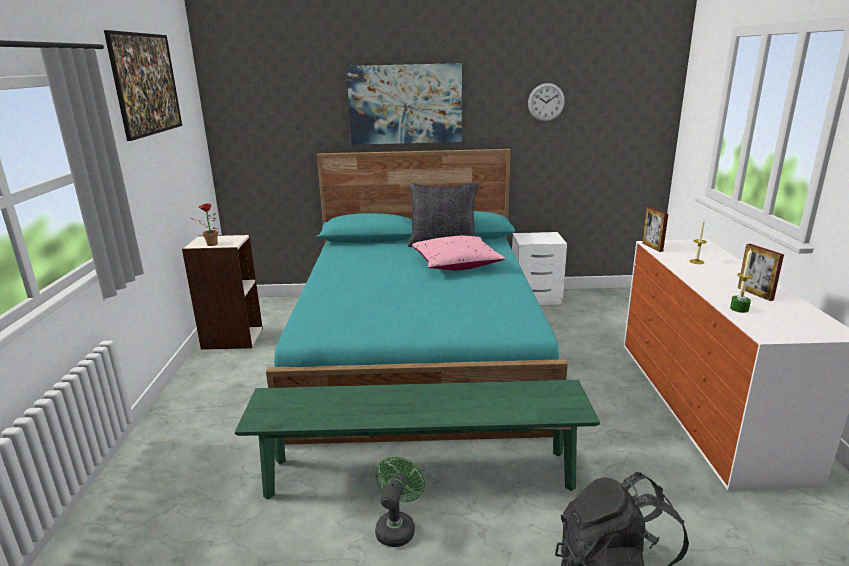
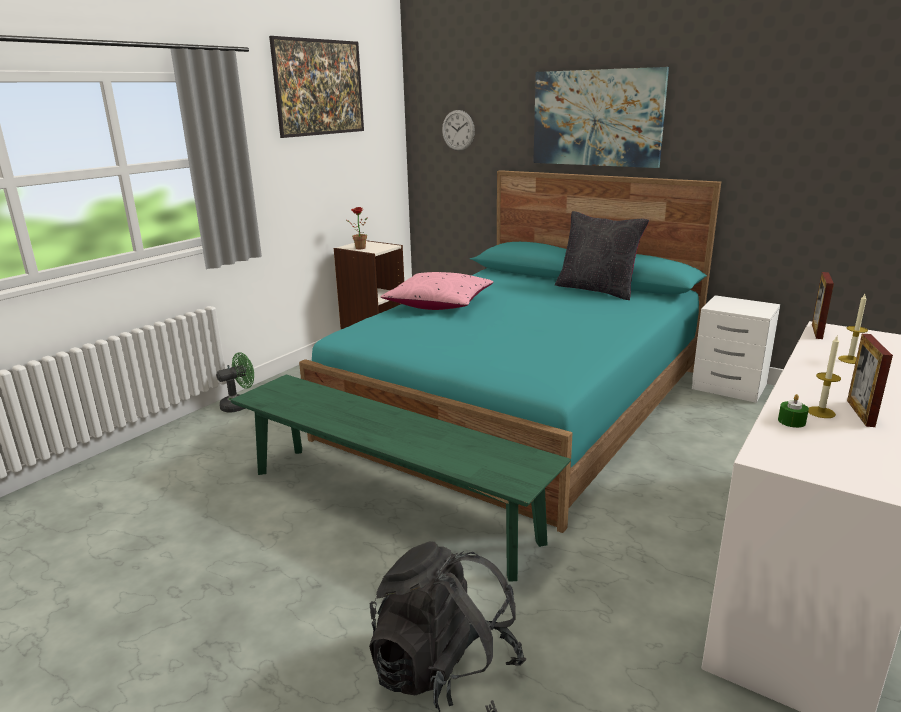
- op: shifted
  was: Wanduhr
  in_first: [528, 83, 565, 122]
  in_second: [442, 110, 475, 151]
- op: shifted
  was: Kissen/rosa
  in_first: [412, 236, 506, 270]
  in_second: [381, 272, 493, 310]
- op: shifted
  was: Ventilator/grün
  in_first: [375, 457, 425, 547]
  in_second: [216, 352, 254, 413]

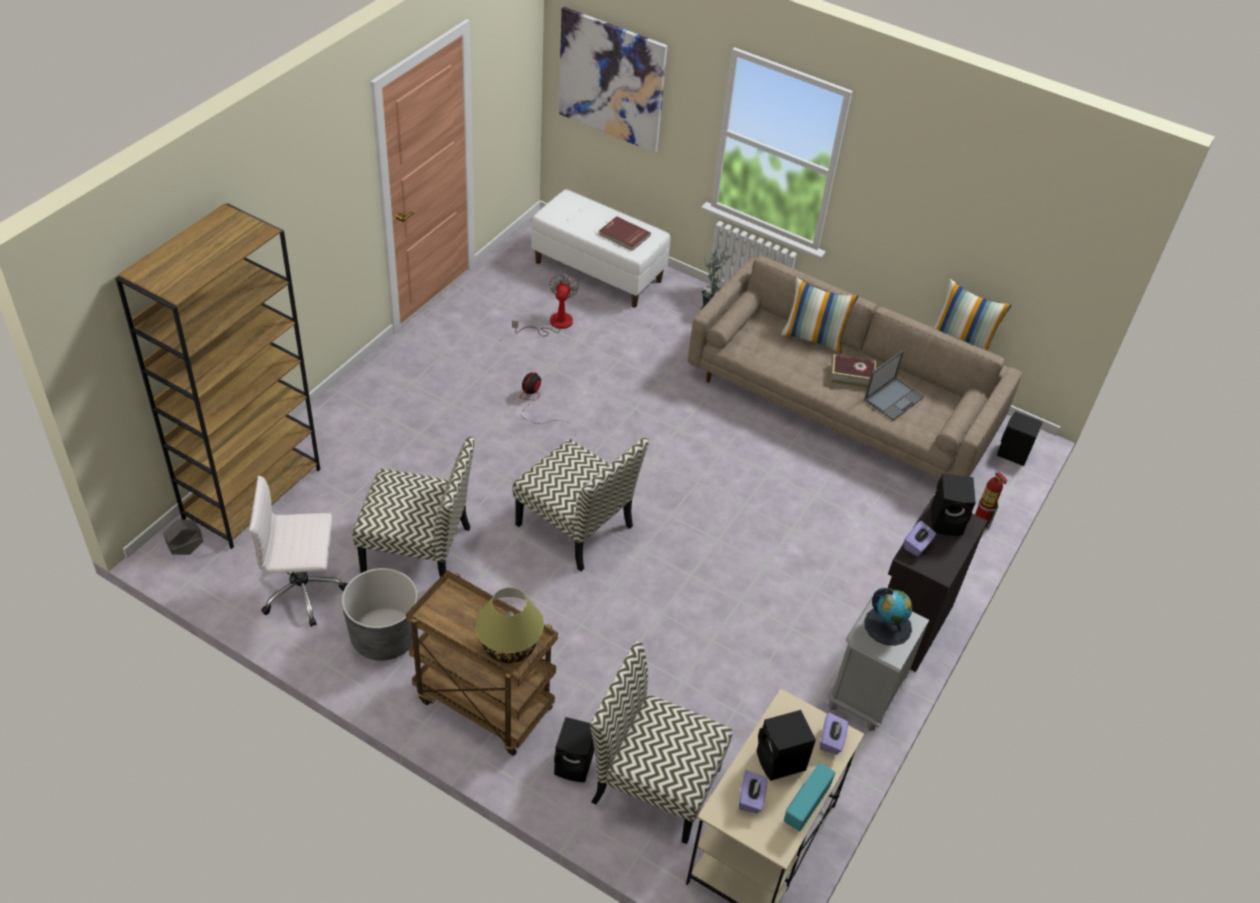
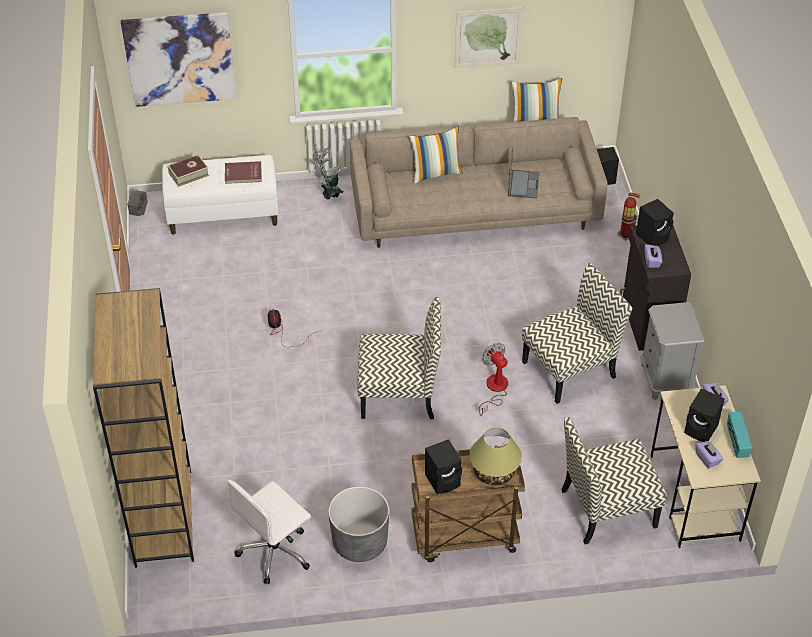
- op: shifted
  was: Ventilator
  in_first: [512, 274, 579, 336]
  in_second: [479, 343, 508, 416]
- op: shifted
  was: Buch
  in_first: [830, 354, 876, 388]
  in_second: [168, 155, 209, 187]
- op: shifted
  was: Stuhl
  in_first: [352, 436, 474, 577]
  in_second: [522, 263, 632, 404]
- op: shifted
  was: Pflanzkübel/grau
  in_first: [163, 520, 203, 555]
  in_second: [127, 190, 148, 216]
- op: gone
  was: Globus
  in_first: [864, 588, 913, 646]
- op: shifted
  was: Lautsprecher/schwarz
  in_first: [554, 717, 594, 782]
  in_second: [425, 439, 462, 494]
- op: new
  now: Bild
  in_second: [455, 7, 524, 68]

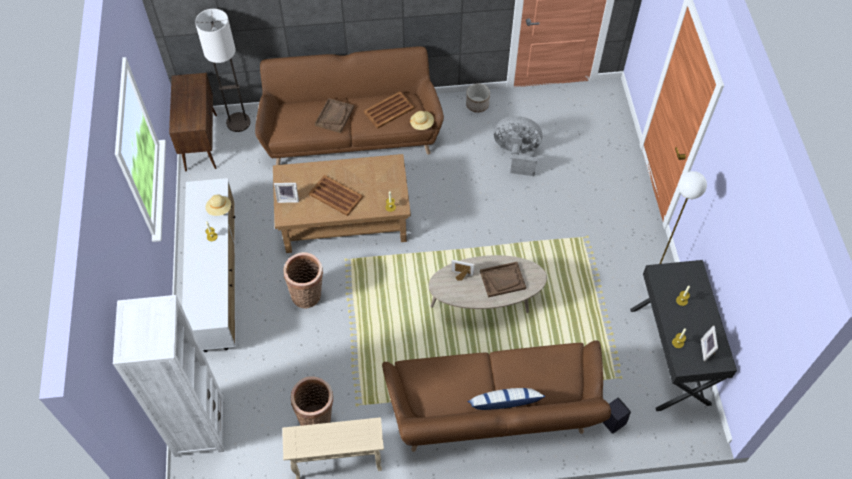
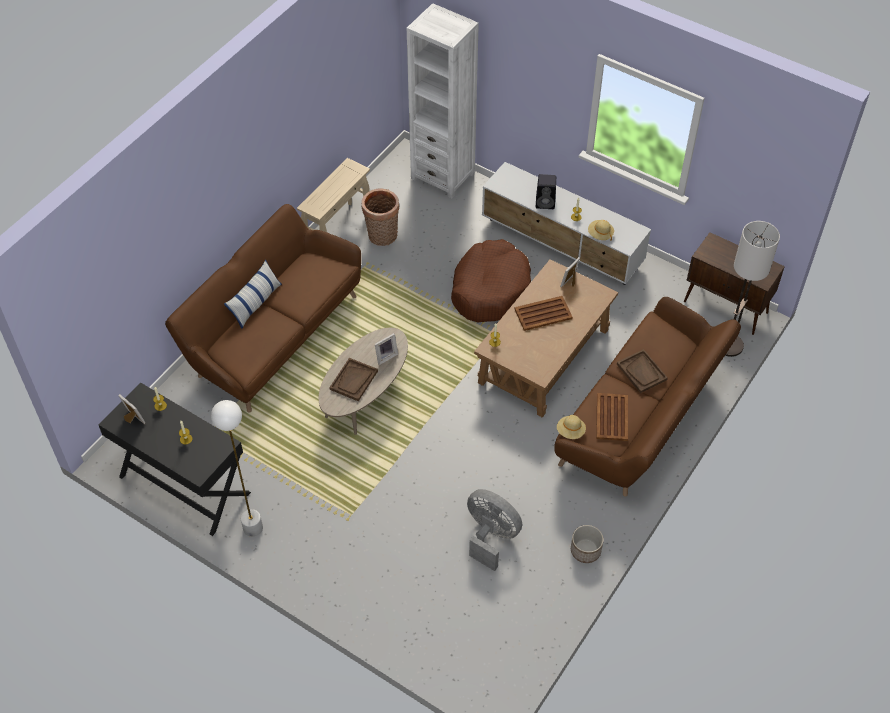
- op: rotated
  was: Ventilator/grau
  in_first: [494, 116, 542, 176]
  in_second: [467, 489, 522, 571]
  clockwise: -105
- op: swapped
  was: Korb
  now: Hundebett/braun
  in_first: [283, 252, 323, 308]
  in_second: [451, 239, 531, 322]
- op: shifted
  was: Lautsprecher/schwarz
  in_first: [602, 398, 631, 434]
  in_second: [536, 174, 556, 209]

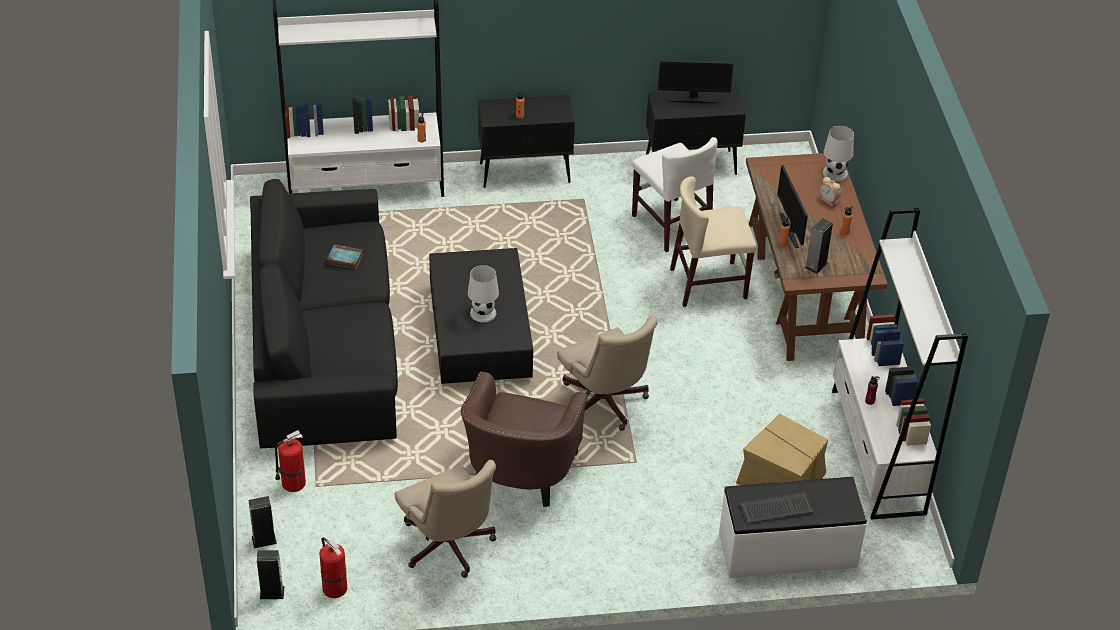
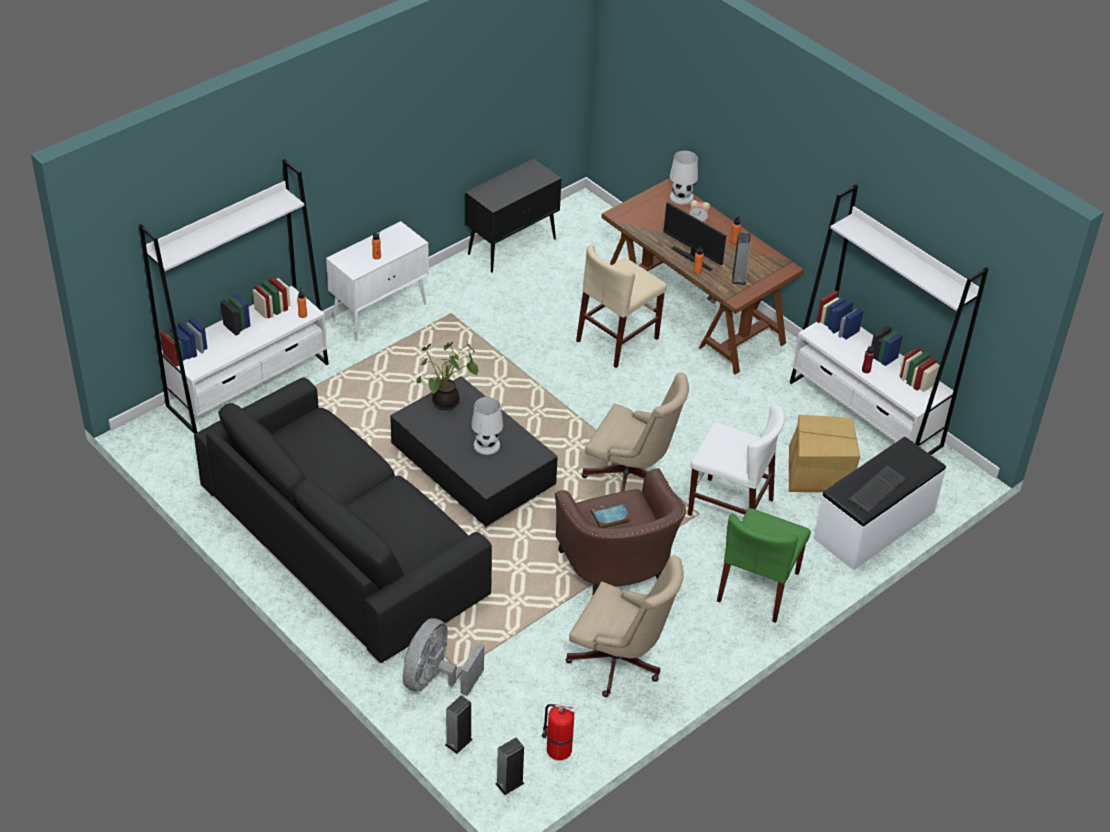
- op: gone
  was: Monitor
  in_first: [658, 60, 733, 103]
- op: repainted
  was: Schrank/schwarz
  now: Schrank/weiß
  in_first: [478, 95, 575, 188]
  in_second: [326, 221, 429, 341]
- op: shifted
  was: Stuhl/weiß
  in_first: [632, 137, 718, 252]
  in_second: [688, 404, 785, 516]
- op: shifted
  was: Buch
  in_first: [327, 244, 363, 269]
  in_second: [591, 501, 630, 528]
- op: swapped
  was: Feuerlöscher
  now: Ventilator/grau
  in_first: [275, 430, 306, 492]
  in_second: [403, 618, 484, 696]
- op: new
  now: Topfpflanze
  in_second: [416, 341, 479, 410]
- op: new
  now: Stuhl/grün
  in_second: [717, 508, 811, 623]

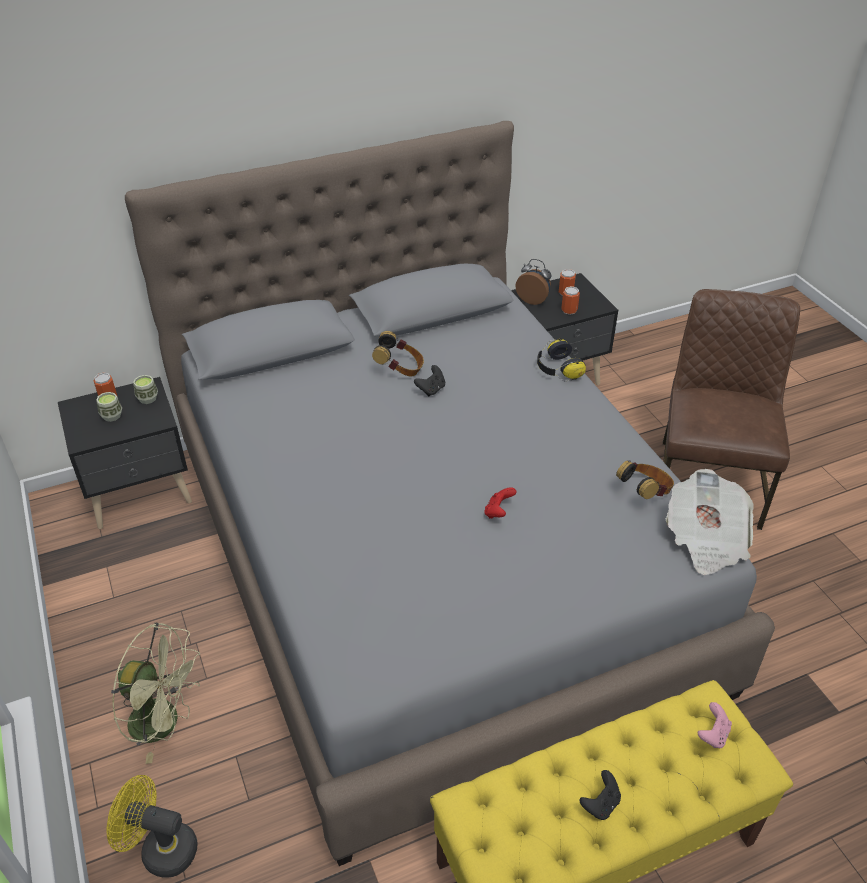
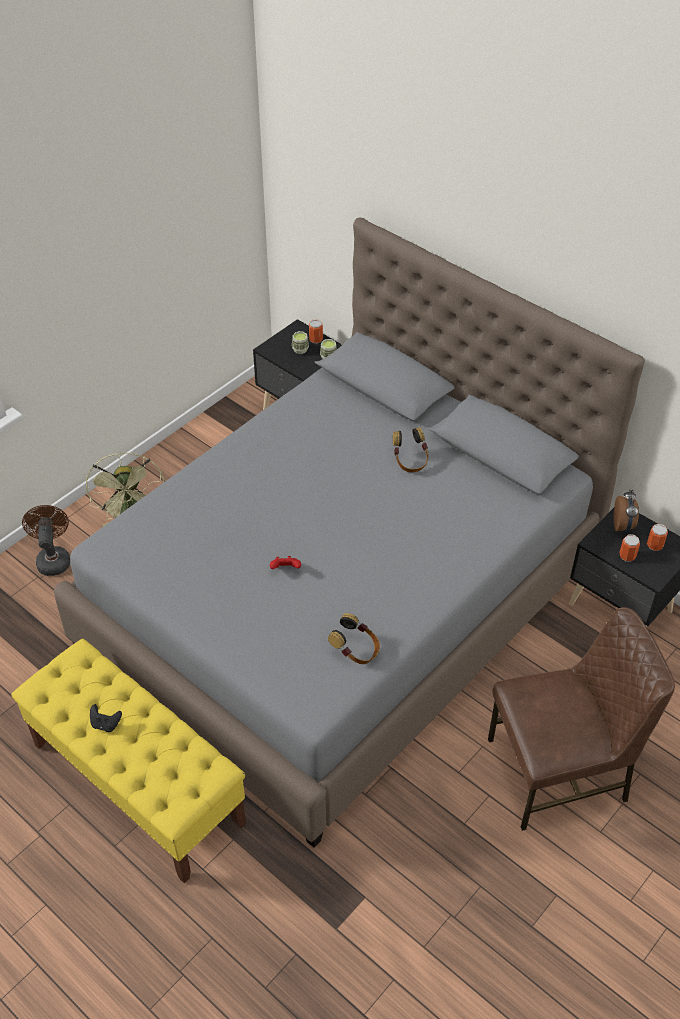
- op: gone
  was: Kopfhörer
  in_first: [537, 338, 586, 381]
- op: gone
  was: Gamepad/schwarz
  in_first: [414, 365, 445, 396]
- op: gone
  was: Zeitung
  in_first: [666, 469, 754, 575]
- op: gone
  was: Gamepad/rosa
  in_first: [698, 702, 732, 748]
- op: repainted
  was: Ventilator/gelb
  now: Ventilator/braun
  in_first: [106, 775, 197, 878]
  in_second: [22, 505, 70, 576]

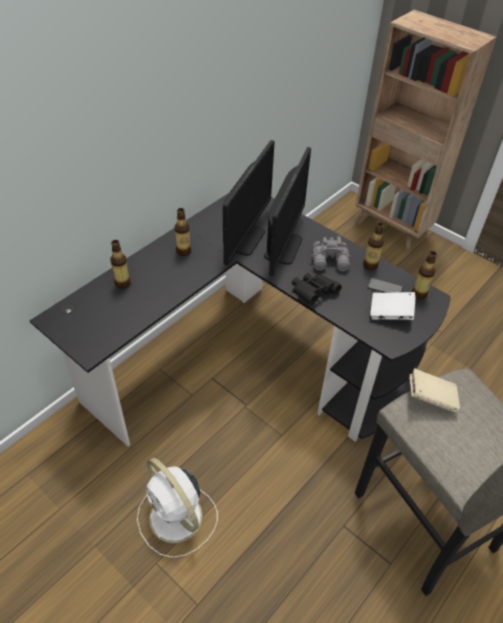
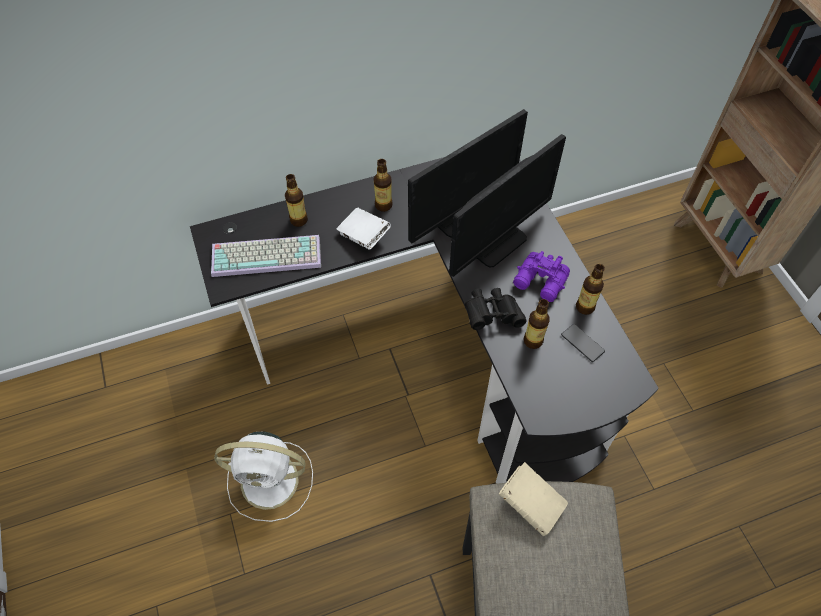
- op: repainted
  was: Fernglas/grau
  now: Fernglas/lila
  in_first: [311, 236, 352, 271]
  in_second: [513, 251, 570, 302]
- op: shifted
  was: Flasche
  in_first: [412, 251, 437, 300]
  in_second: [523, 299, 550, 349]
- op: shifted
  was: Buch/weiß
  in_first: [370, 292, 416, 320]
  in_second: [336, 208, 391, 250]
- op: rotated
  was: Ventilator/weiß
  in_first: [137, 458, 218, 558]
  in_second: [214, 431, 313, 522]
  clockwise: -75
- op: new
  now: Tastatur
  in_second: [211, 235, 321, 277]

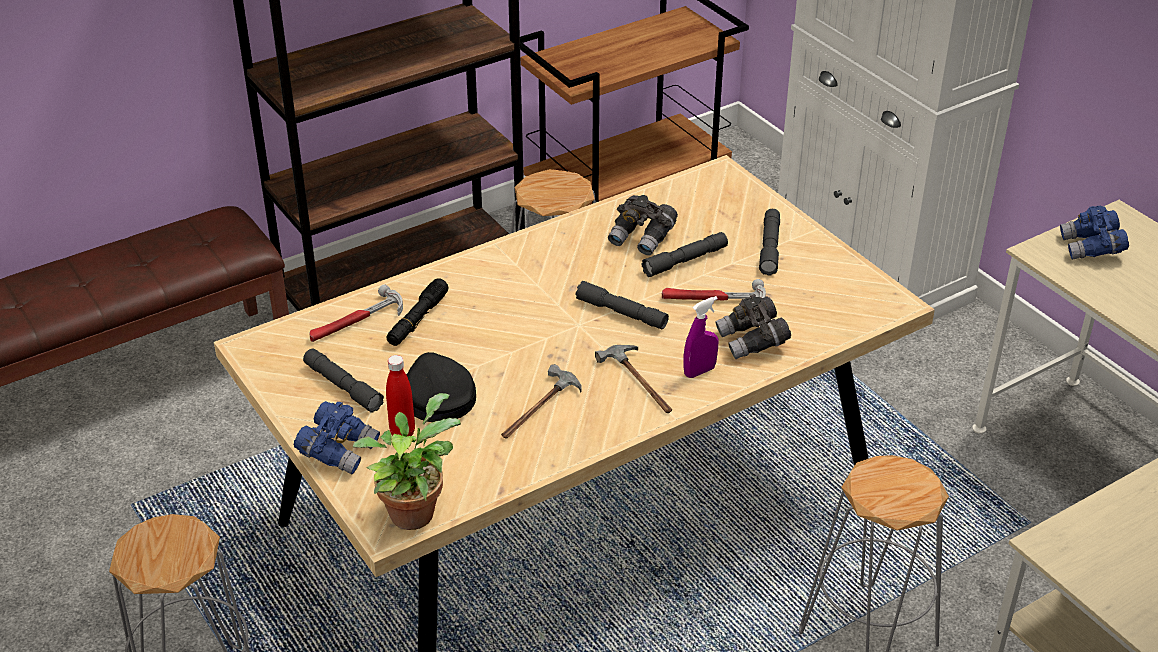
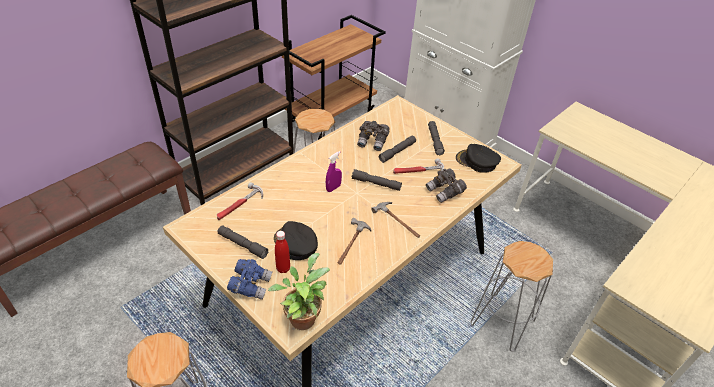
- op: gone
  was: Fernglas/blau
  in_first: [1060, 206, 1129, 260]
- op: gone
  was: Taschenlampe/schwarz
  in_first: [386, 278, 448, 346]
- op: shifted
  was: Sprühflasche/lila
  in_first: [683, 296, 719, 378]
  in_second: [326, 151, 342, 192]
- op: new
  now: Kappe/schwarz
  in_second: [456, 144, 501, 173]

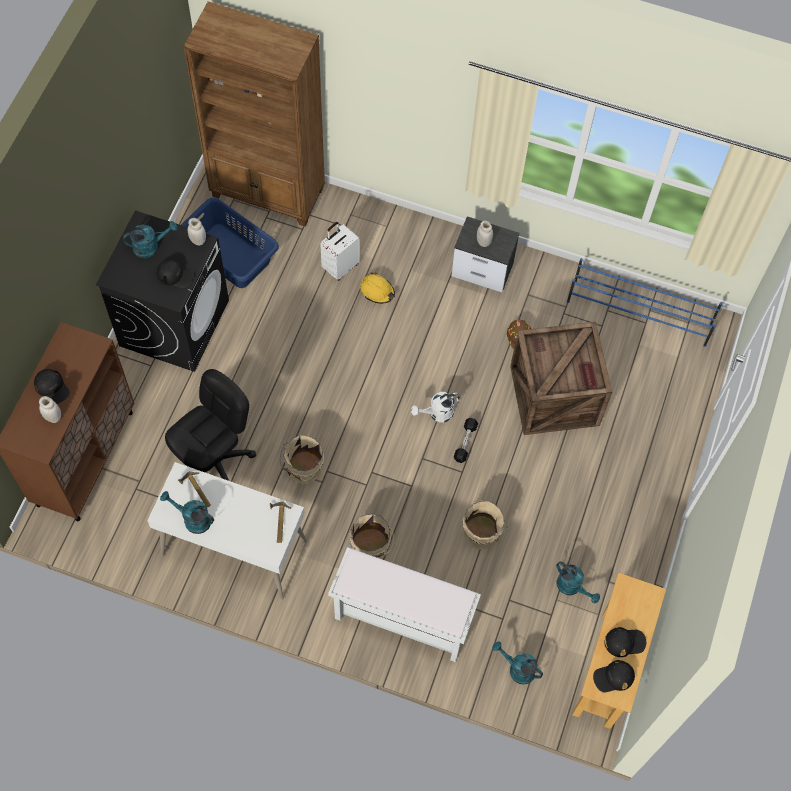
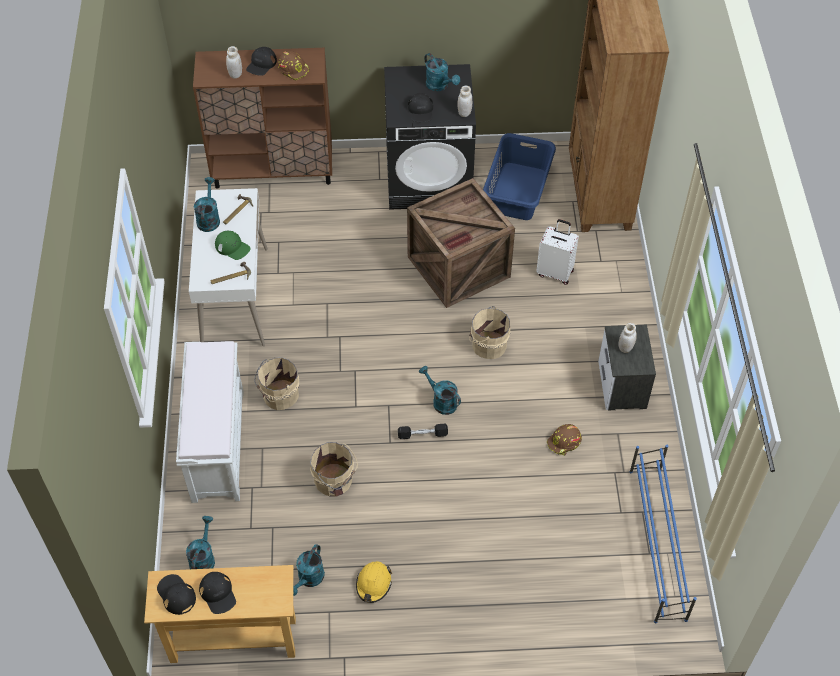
- op: shifted
  was: Schutzhelm/gelb
  in_first: [360, 273, 395, 304]
  in_second: [356, 561, 392, 603]
- op: shifted
  was: Kiste
  in_first: [510, 322, 612, 435]
  in_second: [407, 178, 515, 308]
- op: gone
  was: Bürostuhl/schwarz
  in_first: [165, 369, 256, 481]
- op: repainted
  was: Gießkanne/weiß
  now: Gießkanne/türkis
  in_first: [411, 392, 460, 422]
  in_second: [419, 366, 461, 415]
- op: shifted
  was: Eimer/beige
  in_first: [280, 435, 324, 484]
  in_second: [469, 306, 510, 359]
- op: new
  now: Schutzhelm/braun
  in_second: [278, 51, 309, 80]
- op: new
  now: Kappe/grün
  in_second: [215, 231, 250, 260]

